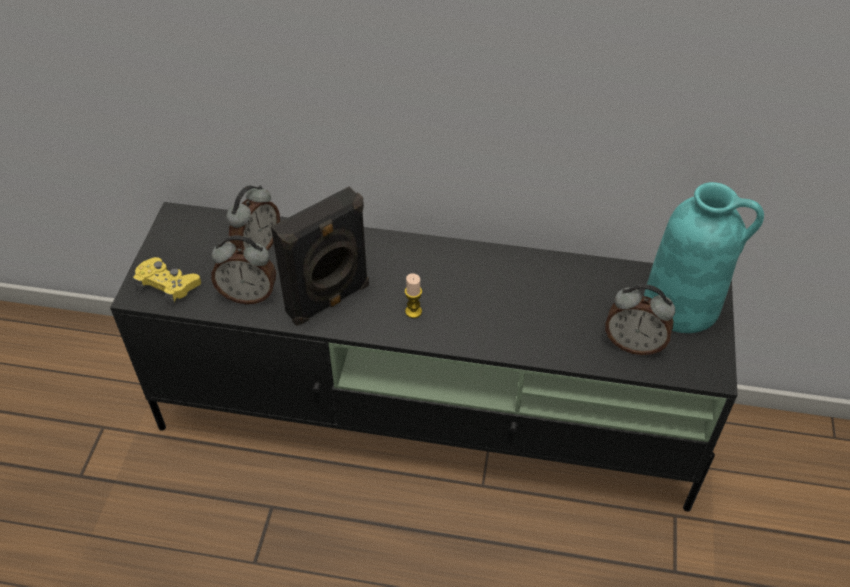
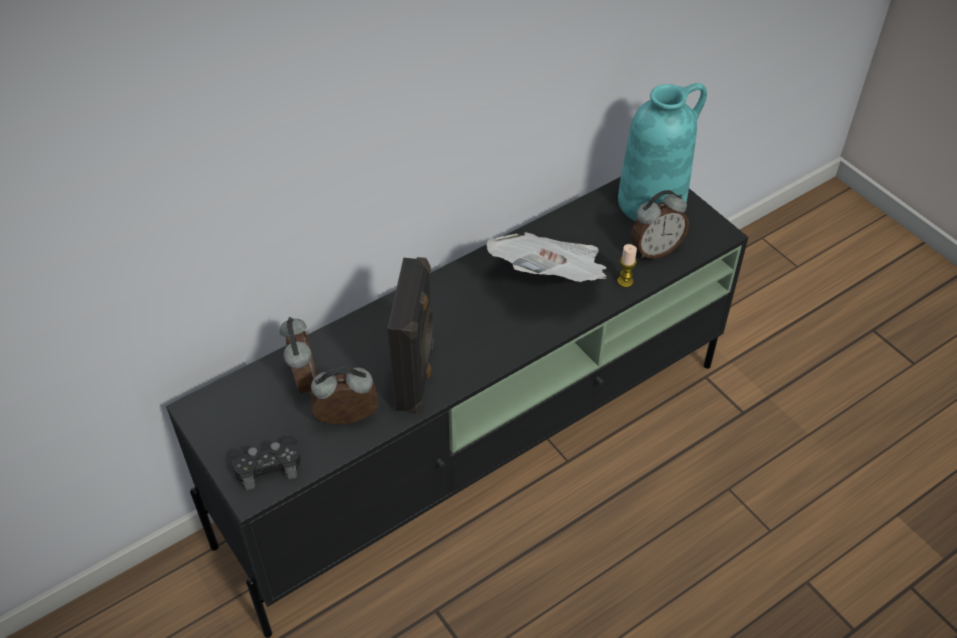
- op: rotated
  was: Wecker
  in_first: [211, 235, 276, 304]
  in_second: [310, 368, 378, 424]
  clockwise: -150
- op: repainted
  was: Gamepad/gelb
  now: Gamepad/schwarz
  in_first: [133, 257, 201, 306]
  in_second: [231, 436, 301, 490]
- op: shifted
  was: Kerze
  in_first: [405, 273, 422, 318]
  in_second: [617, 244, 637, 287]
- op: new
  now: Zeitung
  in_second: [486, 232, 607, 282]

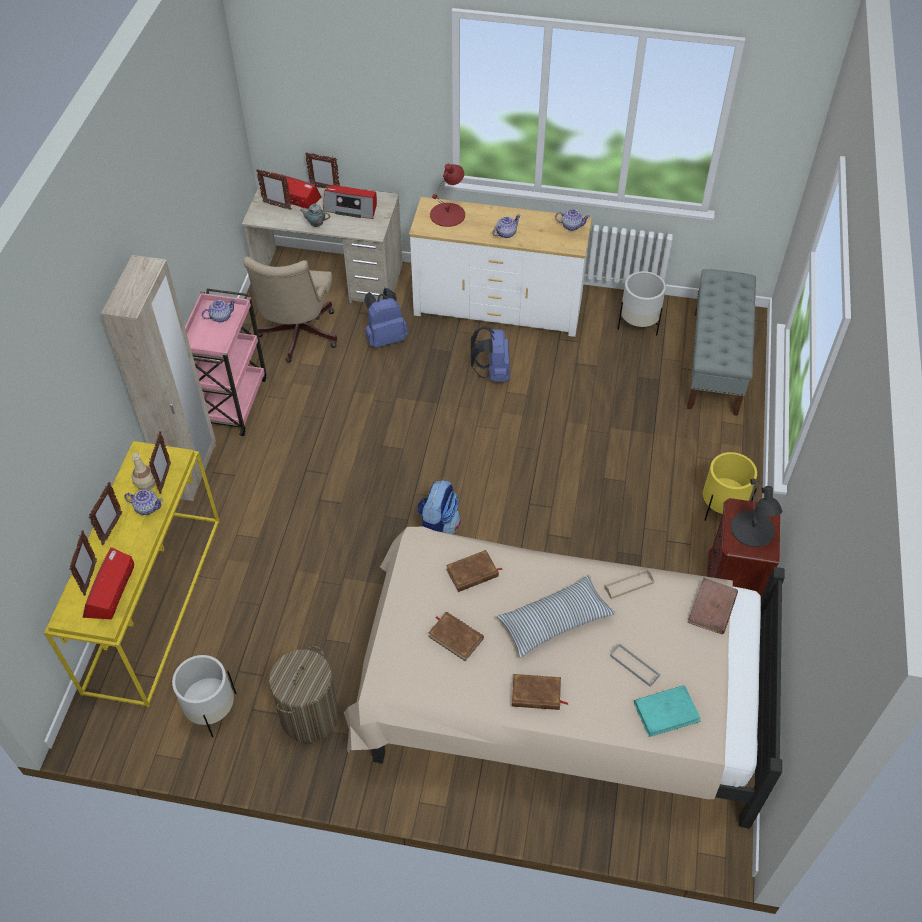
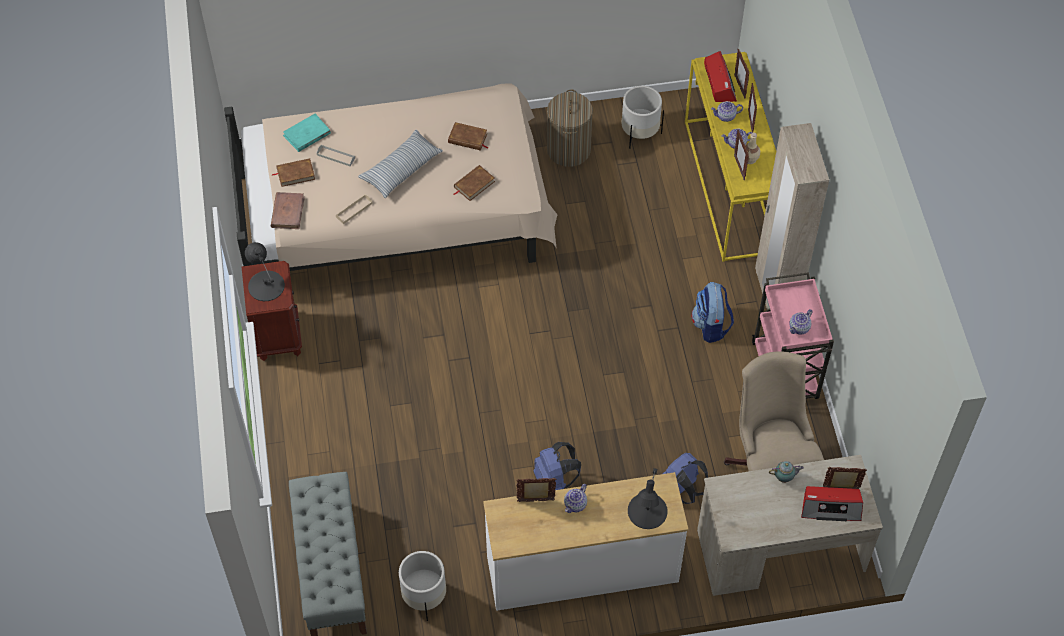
- op: shifted
  was: Bilderrahmen
  in_first: [305, 153, 340, 188]
  in_second: [516, 478, 556, 502]
- op: repainted
  was: Tischlampe/rot
  now: Tischlampe/schwarz
  in_first: [430, 164, 465, 227]
  in_second: [628, 468, 668, 529]
- op: gone
  was: Radio
  in_first: [323, 185, 377, 219]
- op: shifted
  was: Teekanne
  in_first: [555, 209, 590, 231]
  in_second: [711, 101, 743, 122]
- op: gone
  was: Pflanzkübel/gelb
  in_first: [703, 452, 757, 521]
- op: shifted
  was: Rucksack
  in_first: [417, 480, 461, 534]
  in_second: [692, 282, 734, 343]
- op: shifted
  was: Buch/braun
  in_first: [512, 674, 568, 710]
  in_second: [272, 158, 315, 187]

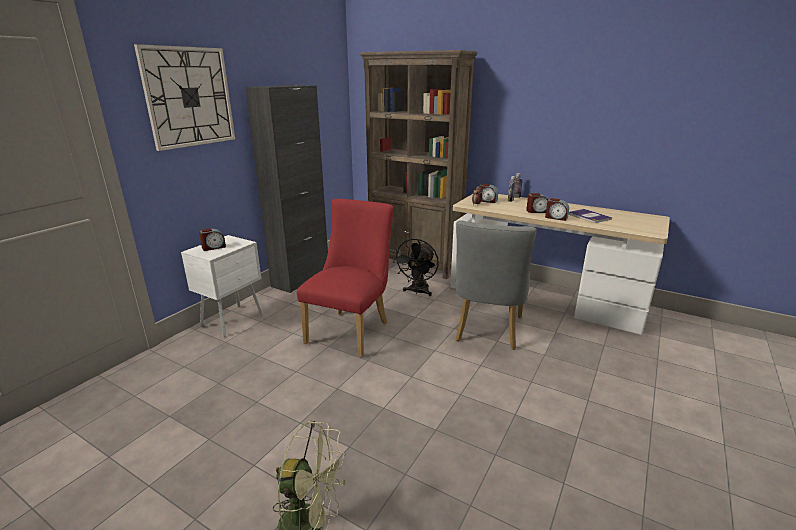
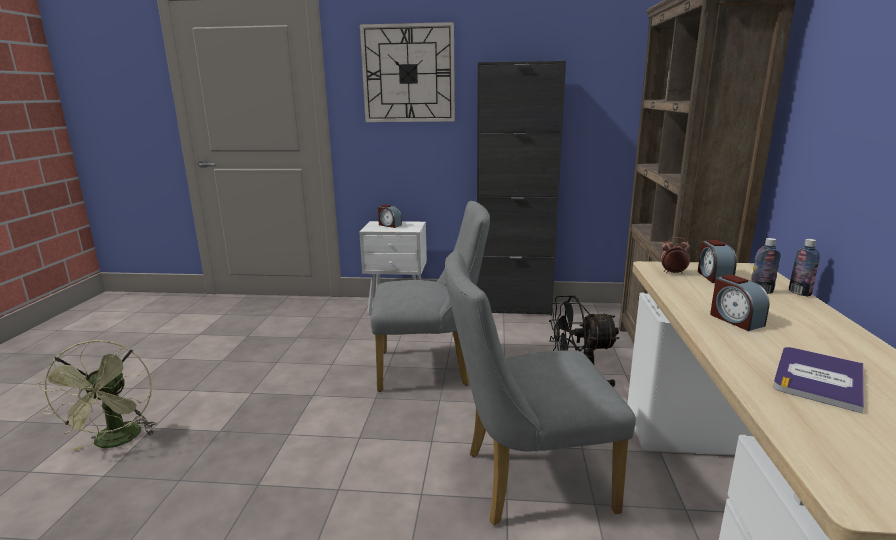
- op: gone
  was: Wecker
  in_first: [545, 198, 569, 221]
- op: repainted
  was: Stuhl/rot
  now: Stuhl/grau
  in_first: [297, 199, 394, 357]
  in_second: [371, 201, 490, 392]

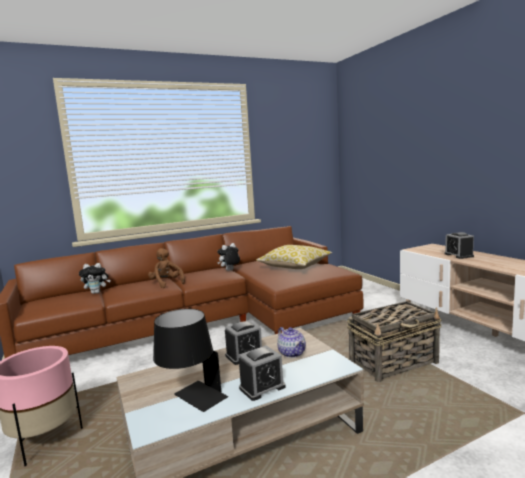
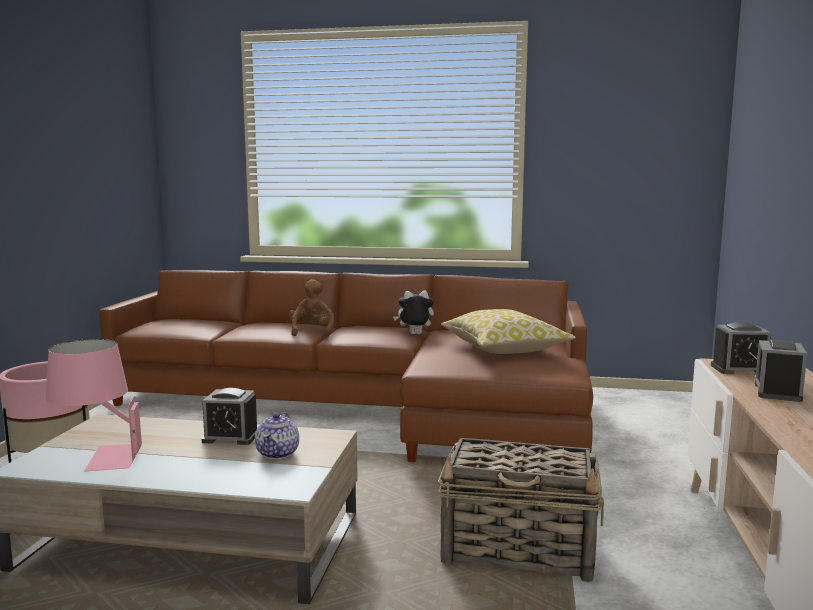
- op: gone
  was: Plüschtier
  in_first: [79, 263, 110, 294]
- op: repainted
  was: Tischlampe/schwarz
  now: Tischlampe/rosa
  in_first: [153, 309, 228, 412]
  in_second: [46, 339, 142, 471]
- op: shifted
  was: Wecker
  in_first: [239, 346, 285, 401]
  in_second: [711, 322, 771, 374]

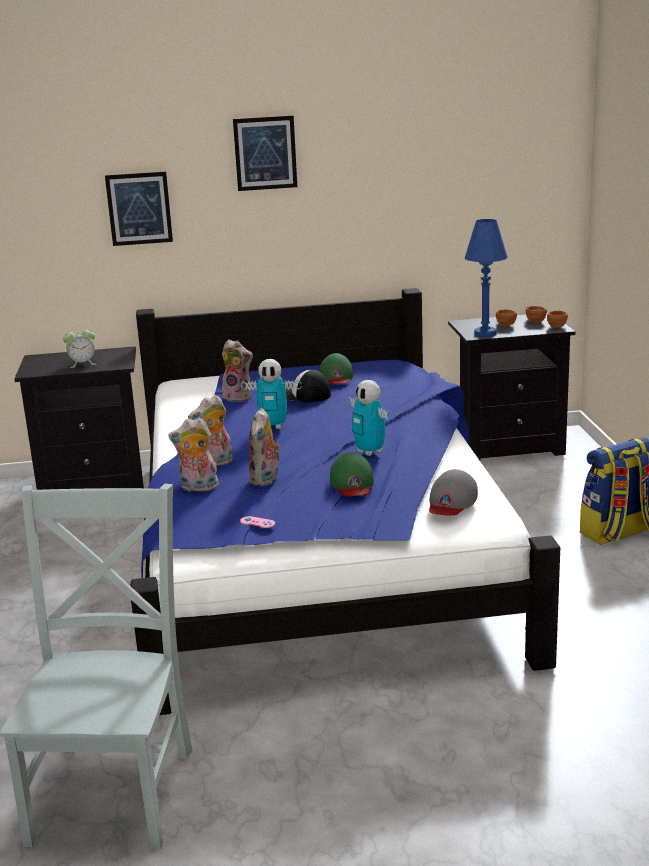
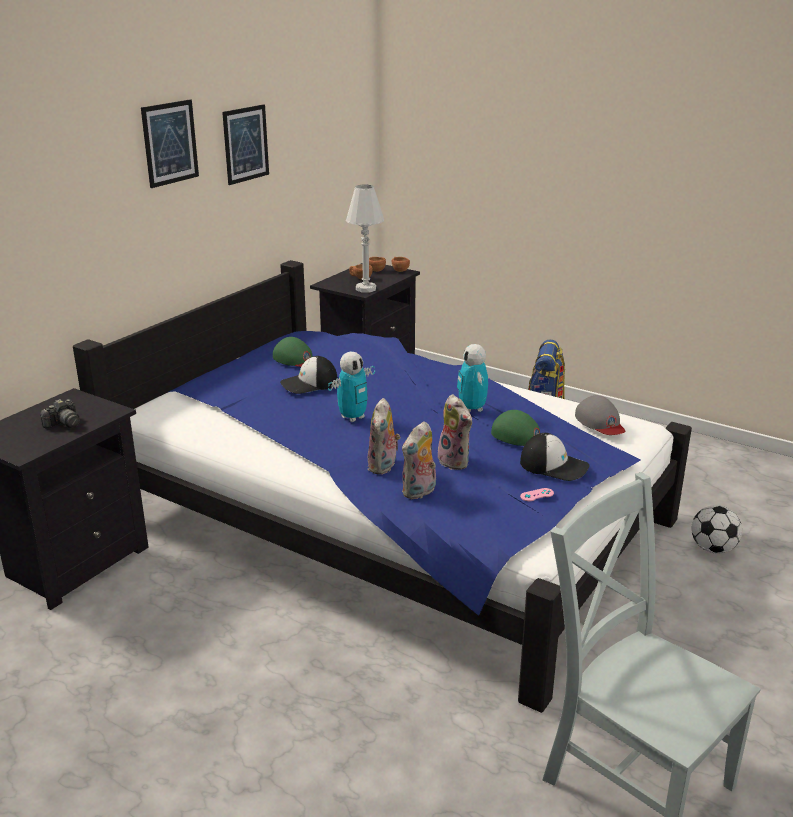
- op: shifted
  was: Bild
  in_first: [105, 172, 173, 246]
  in_second: [222, 104, 269, 185]
- op: repainted
  was: Tischlampe/blau
  now: Tischlampe/weiß
  in_first: [465, 219, 508, 337]
  in_second: [346, 185, 384, 293]
- op: swapped
  was: Wecker
  now: Kamera
  in_first: [63, 326, 96, 368]
  in_second: [40, 399, 80, 429]
- op: gone
  was: Plüschtier
  in_first: [222, 340, 253, 402]
- op: rotated
  was: Spielzeugroboter
  in_first: [347, 380, 391, 456]
  in_second: [457, 344, 488, 413]
  clockwise: 75
- op: new
  now: Kappe
  in_second: [520, 433, 590, 481]
- op: new
  now: Fußball
  in_second: [691, 505, 742, 553]

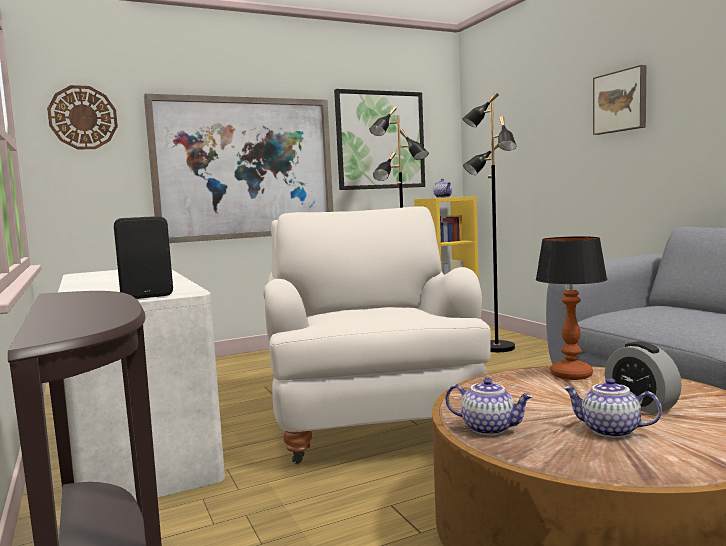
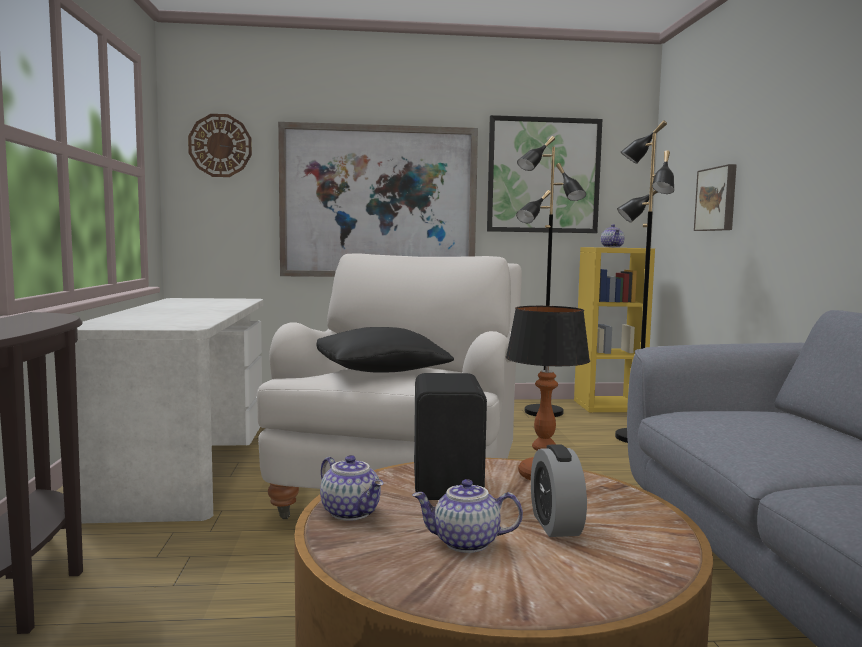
- op: shifted
  was: Bild
  in_first: [593, 65, 646, 135]
  in_second: [694, 164, 737, 231]
- op: shifted
  was: Lautsprecher/schwarz
  in_first: [114, 216, 173, 299]
  in_second: [414, 373, 487, 500]
- op: rotated
  was: Teekanne
  in_first: [563, 378, 662, 438]
  in_second: [412, 479, 523, 553]
  clockwise: -45
- op: new
  now: Kissen/schwarz
  in_second: [316, 327, 454, 373]

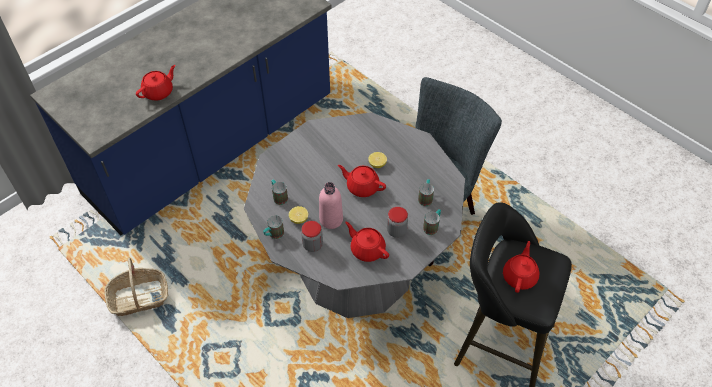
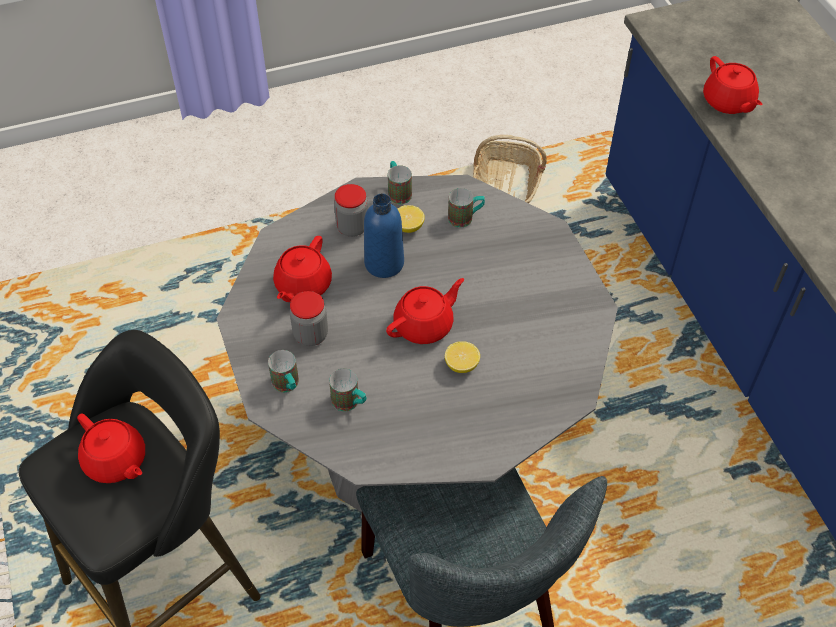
- op: repainted
  was: Flasche/rosa
  now: Flasche/blau
  in_first: [319, 182, 343, 229]
  in_second: [364, 194, 404, 278]
- op: rotated
  was: Teekanne/rot
  in_first: [345, 222, 389, 262]
  in_second: [273, 236, 332, 302]
  clockwise: 135

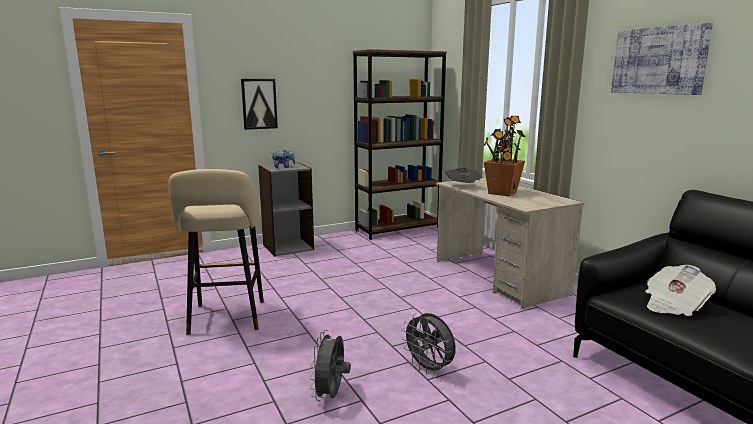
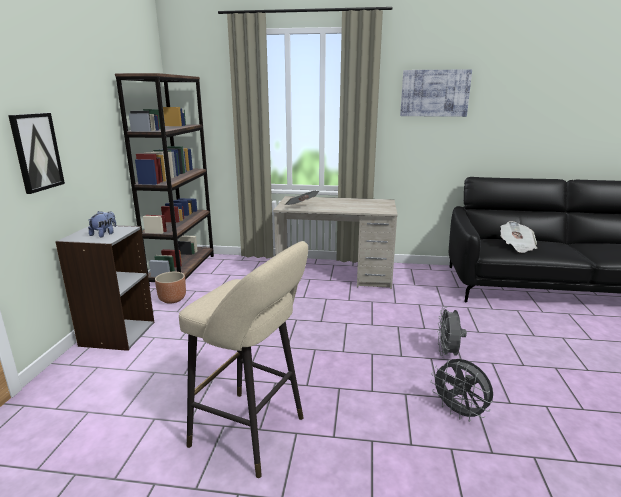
- op: gone
  was: Topfpflanze
  in_first: [484, 116, 525, 196]
- op: rotated
  was: Ventilator/grau
  in_first: [401, 313, 456, 376]
  in_second: [437, 306, 467, 358]
  clockwise: 105
- op: new
  now: Pflanzkübel/braun
  in_second: [155, 272, 186, 304]

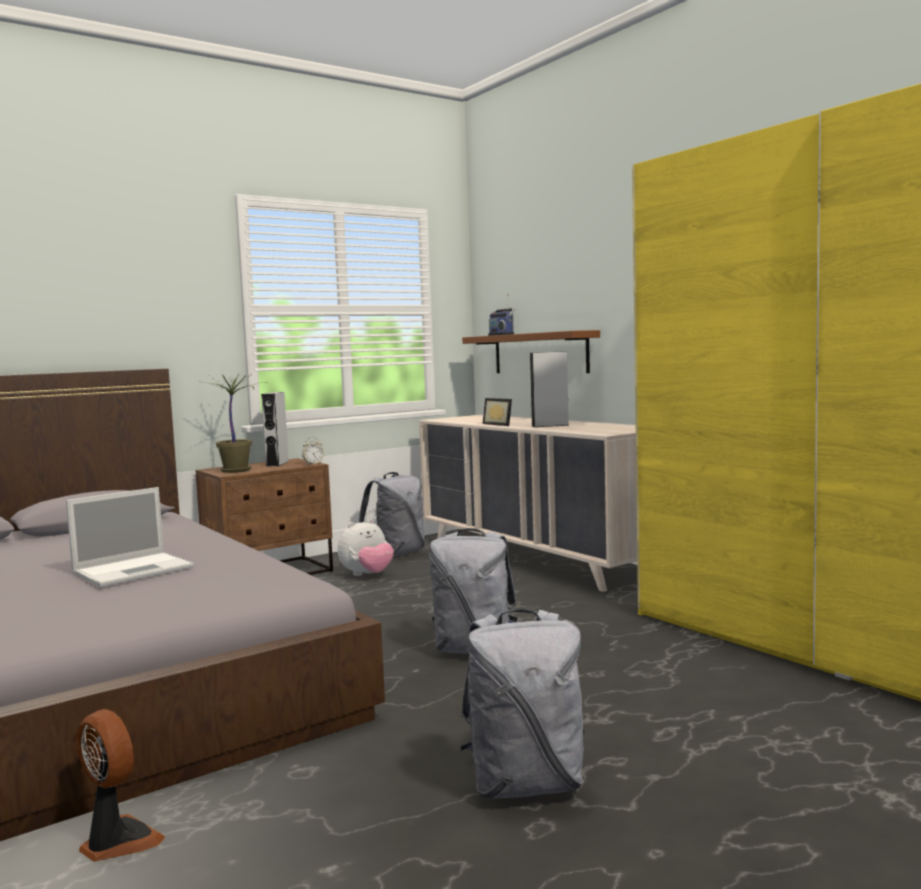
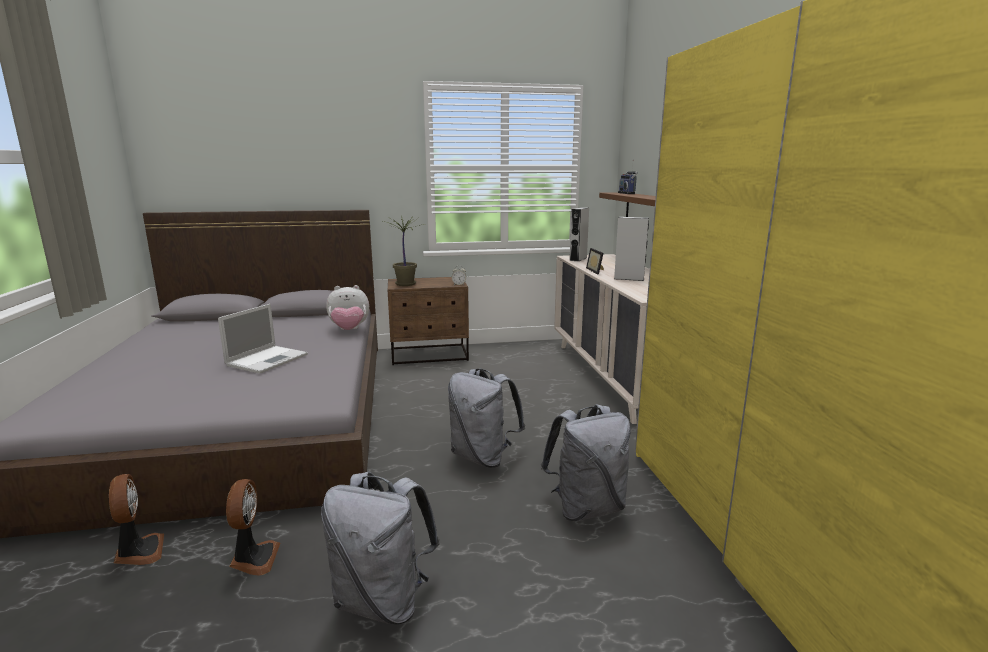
- op: shifted
  was: Lautsprecher/grau
  in_first: [261, 392, 289, 467]
  in_second: [569, 207, 589, 262]
- op: shifted
  was: Rucksack/grau
  in_first: [359, 472, 425, 557]
  in_second: [541, 404, 631, 521]
- op: rotated
  was: Laptop
  in_first: [66, 487, 194, 587]
  in_second: [218, 304, 308, 374]
  clockwise: -45
- op: shifted
  was: Plüschtier
  in_first: [338, 519, 394, 576]
  in_second: [326, 285, 369, 330]
- op: new
  now: Ventilator
  in_second: [226, 479, 280, 576]

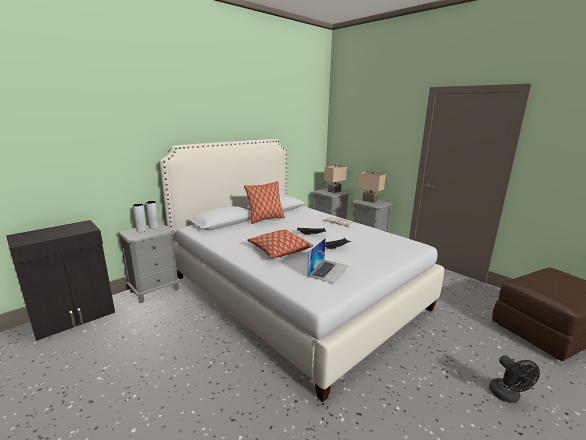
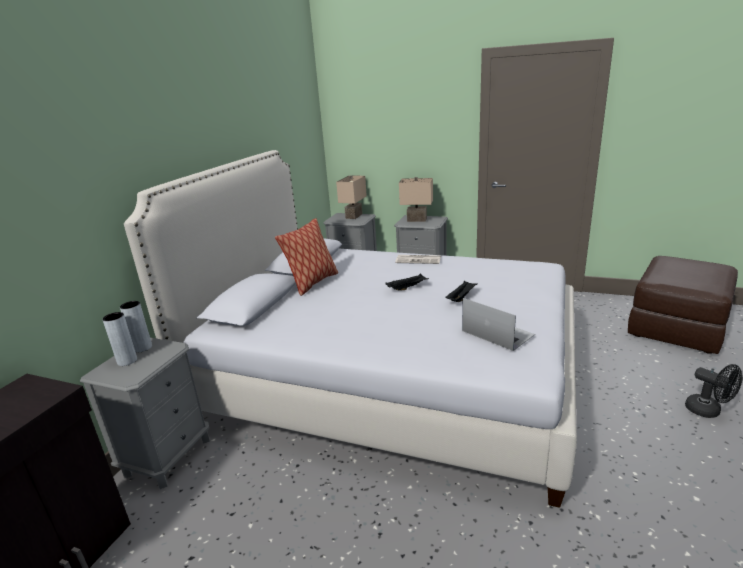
- op: gone
  was: Kissen
  in_first: [247, 230, 313, 258]
- op: rotated
  was: Laptop
  in_first: [307, 238, 348, 283]
  in_second: [462, 298, 535, 351]
  clockwise: -45

